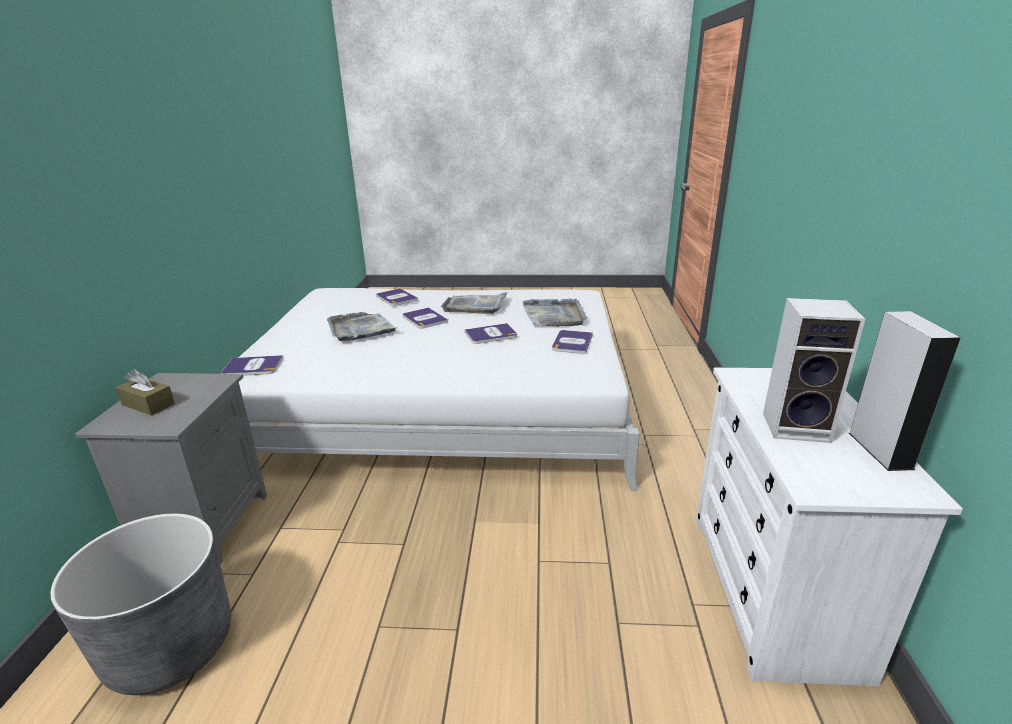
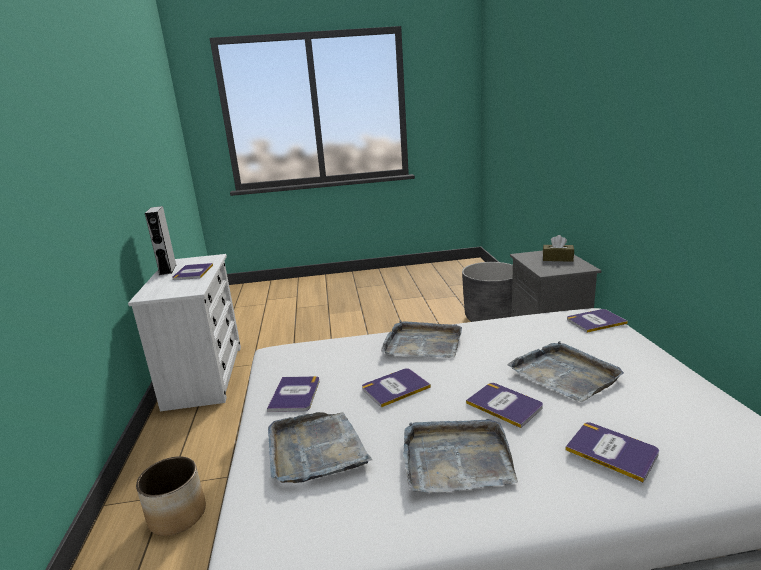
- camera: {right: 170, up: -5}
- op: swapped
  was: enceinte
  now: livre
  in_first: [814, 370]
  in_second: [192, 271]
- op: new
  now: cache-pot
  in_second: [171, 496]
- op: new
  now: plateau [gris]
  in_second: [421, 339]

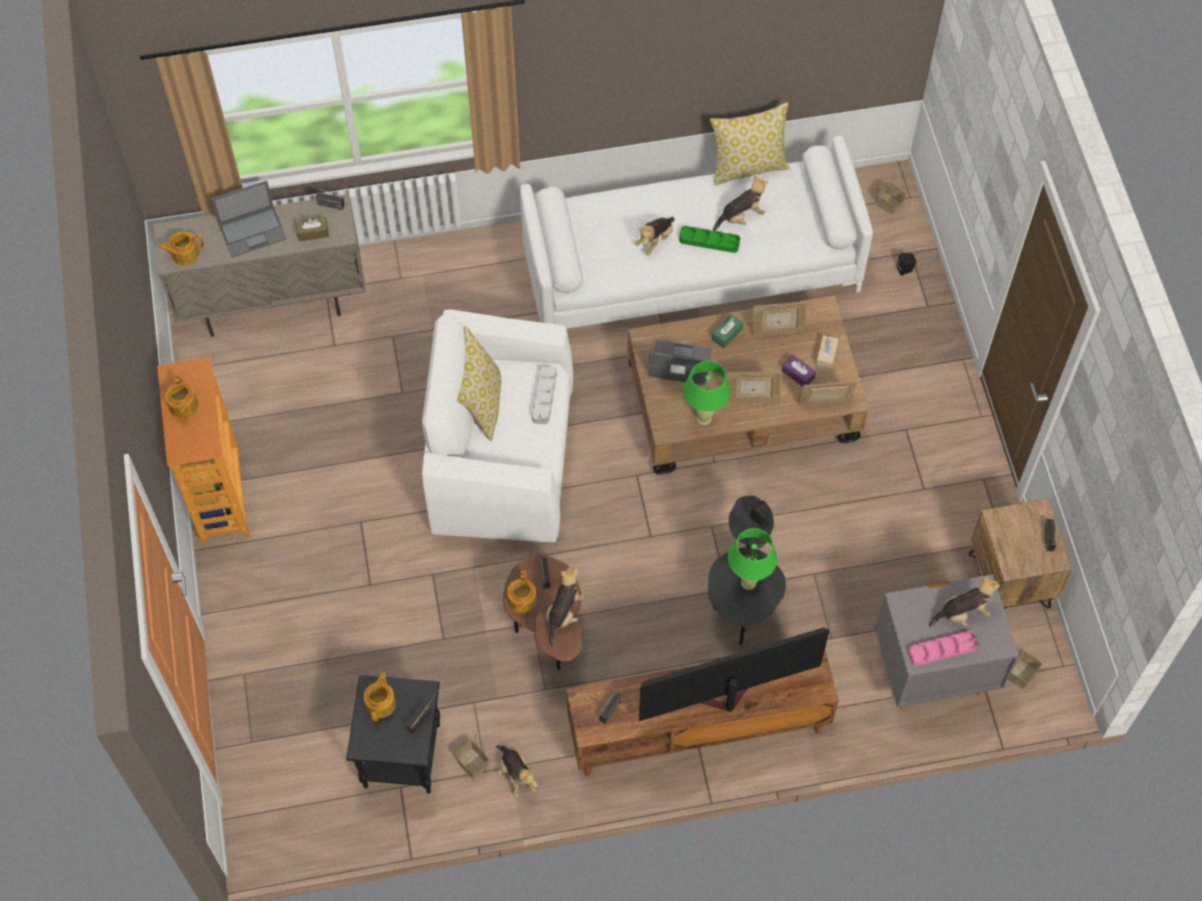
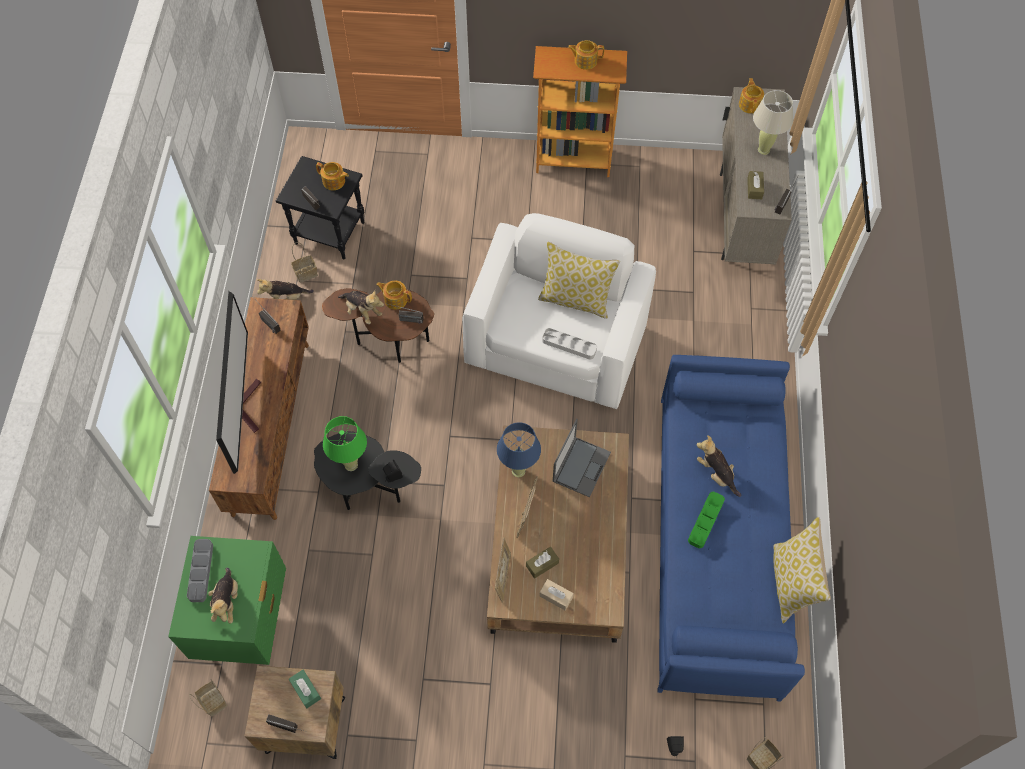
- camera: {right: 105, up: 0}
- op: swapped
  was: ordinateur portable
  now: lampe de table [beige]
  in_first: [249, 219]
  in_second: [773, 122]
- op: repainted
  was: canapé [blanc]
  now: canapé [bleu]
  in_first: [696, 232]
  in_second: [731, 528]
- op: repainted
  was: lampe de table [vert]
  now: lampe de table [bleu]
  in_first: [707, 393]
  in_second: [519, 449]
- op: shifted
  was: boîte à mouchoirs [vert]
  in_first: [727, 331]
  in_second: [305, 688]
- op: gone
  was: peluche
  in_first: [740, 203]
- op: gone
  was: cadre photo
  in_first: [779, 319]
- op: repainted
  was: boîte à mouchoirs [violet]
  now: boîte à mouchoirs [marron]
  in_first: [799, 371]
  in_second: [542, 563]
- op: repainted
  was: table de chevet [gris]
  now: table de chevet [vert]
  in_first: [947, 642]
  in_second: [227, 600]
- op: repainted
  was: plateau [rose]
  now: plateau [gris]
  in_first: [943, 648]
  in_second: [200, 570]

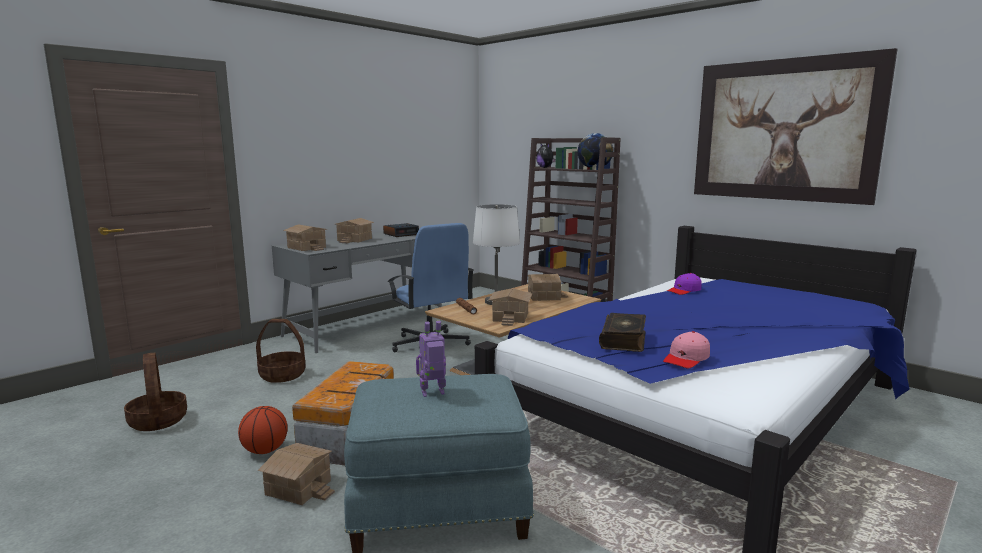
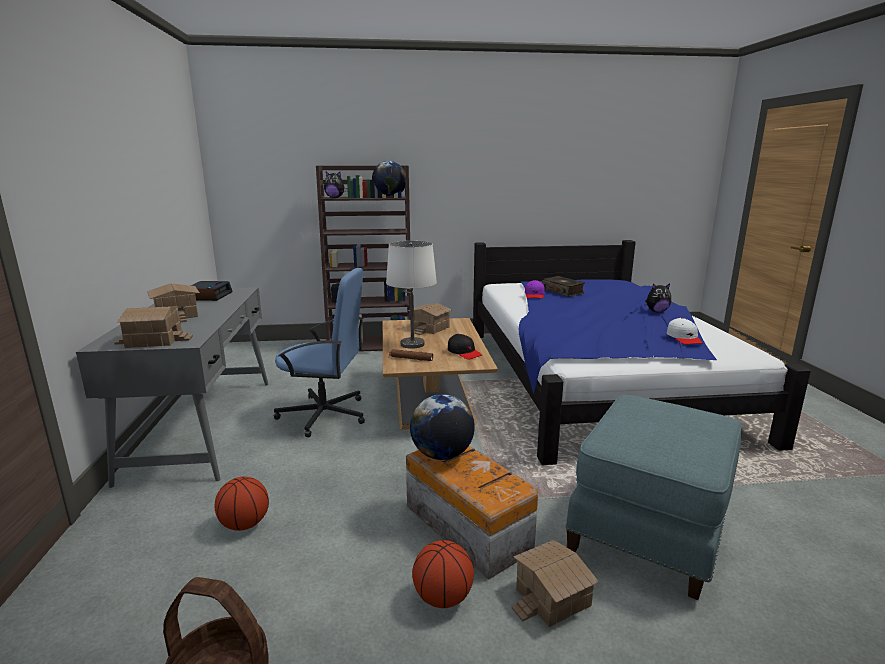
- camera: {right: -50, up: 5}
- op: swapped
  was: panier
  now: ballon de basket
  in_first: [281, 351]
  in_second: [242, 503]
- op: gone
  was: robot jouet
  in_first: [431, 358]
- op: swapped
  was: maison miniature
  now: casquette [noir]
  in_first: [510, 307]
  in_second: [465, 346]
- op: shifted
  was: livre
  in_first: [622, 332]
  in_second: [563, 286]
- op: repainted
  was: casquette [rose]
  now: casquette [blanc]
  in_first: [686, 350]
  in_second: [685, 331]
- op: gone
  was: tableau
  in_first: [796, 126]
- op: new
  now: globe
  in_second: [442, 427]
- op: new
  now: peluche
  in_second: [658, 298]

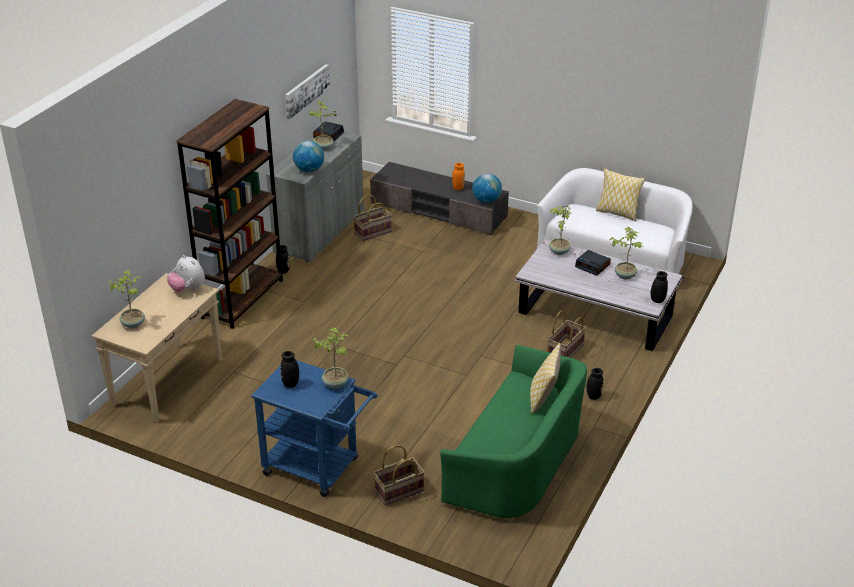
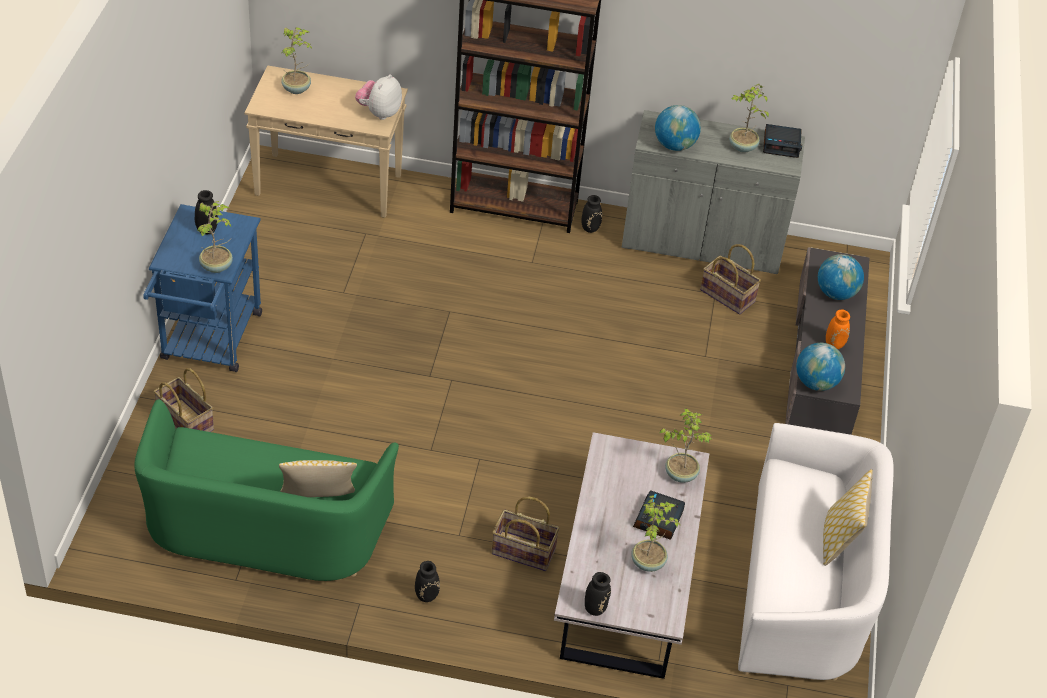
- camera: {right: 70, up: 10}
- op: gone
  was: tableau
  in_first: [307, 91]
- op: new
  now: globe
  in_second: [841, 277]

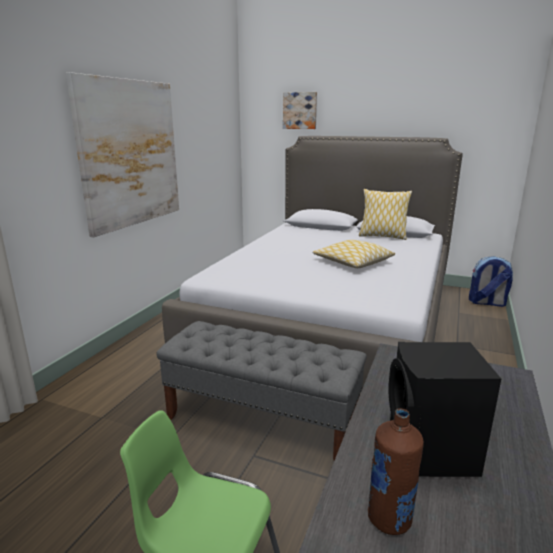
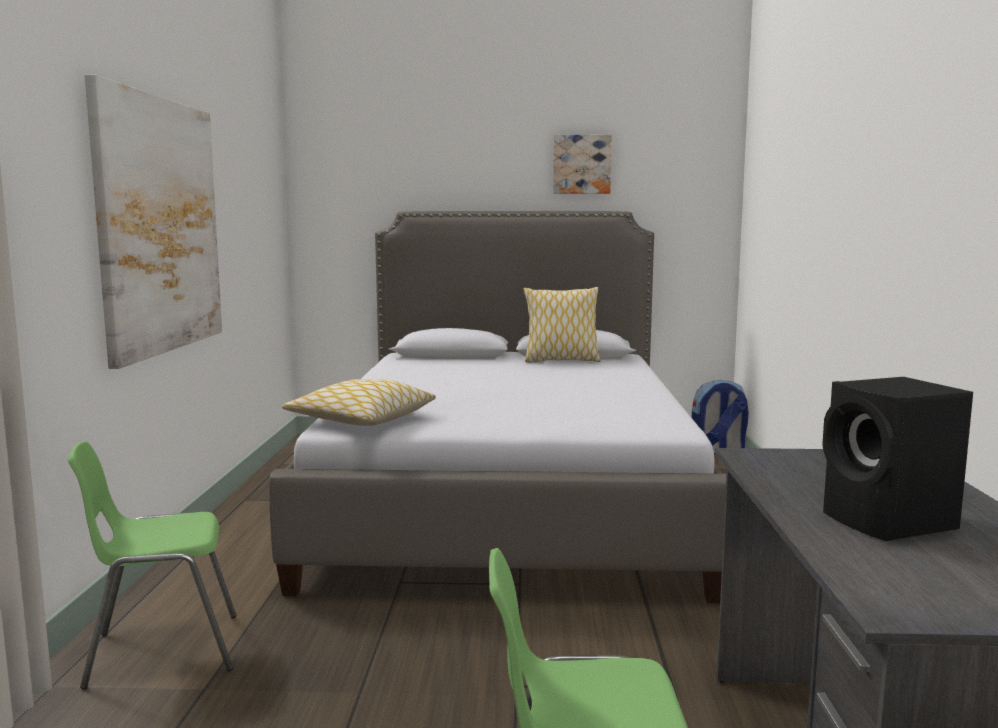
- camera: {right: -20, up: -10}
- op: gone
  was: banc [gris]
  in_first: [261, 390]
- op: shifted
  was: tableau
  in_first: [300, 110]
  in_second: [582, 164]
- op: shifted
  was: coussin
  in_first: [354, 254]
  in_second: [359, 402]
- op: gone
  was: bouteille [marron]
  in_first: [396, 472]
- op: new
  now: chaise [vert]
  in_second: [152, 565]

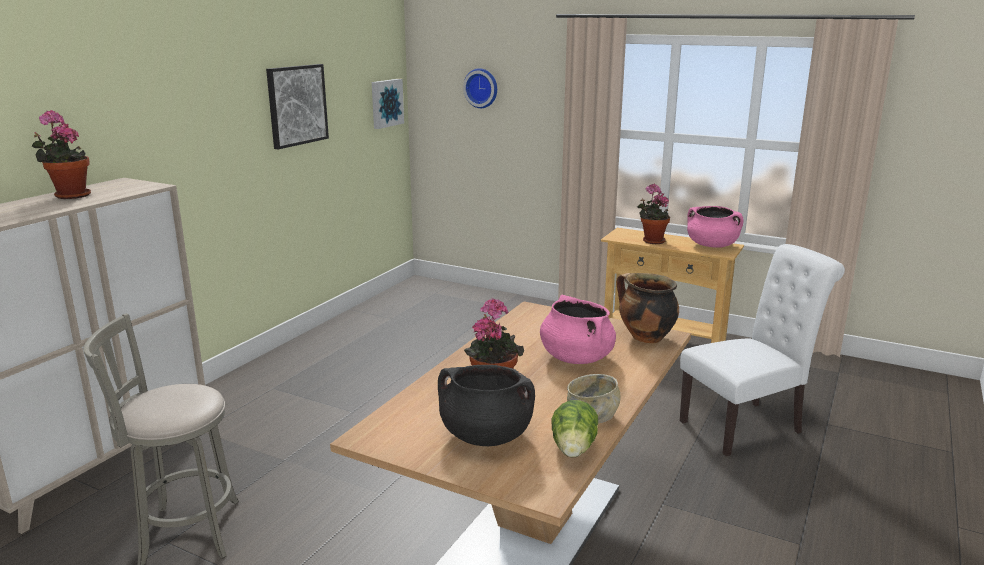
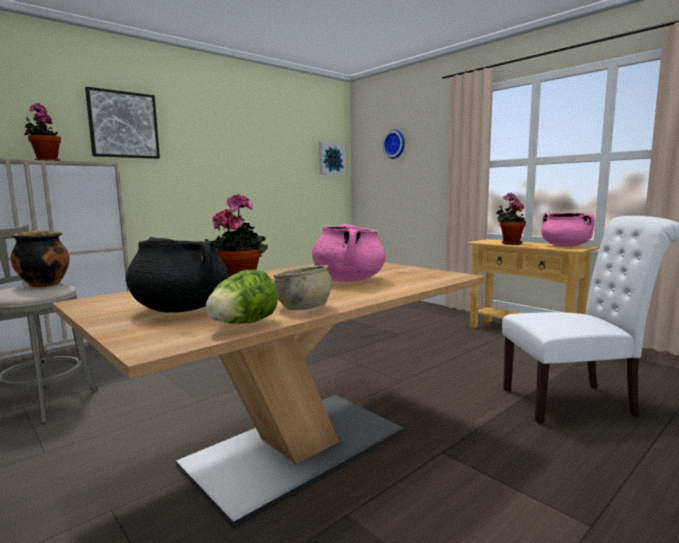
- camera: {right: 20, up: -10}
- op: shifted
  was: tableau
  in_first: [297, 106]
  in_second: [122, 123]
- op: shifted
  was: marmite
  in_first: [648, 308]
  in_second: [40, 259]

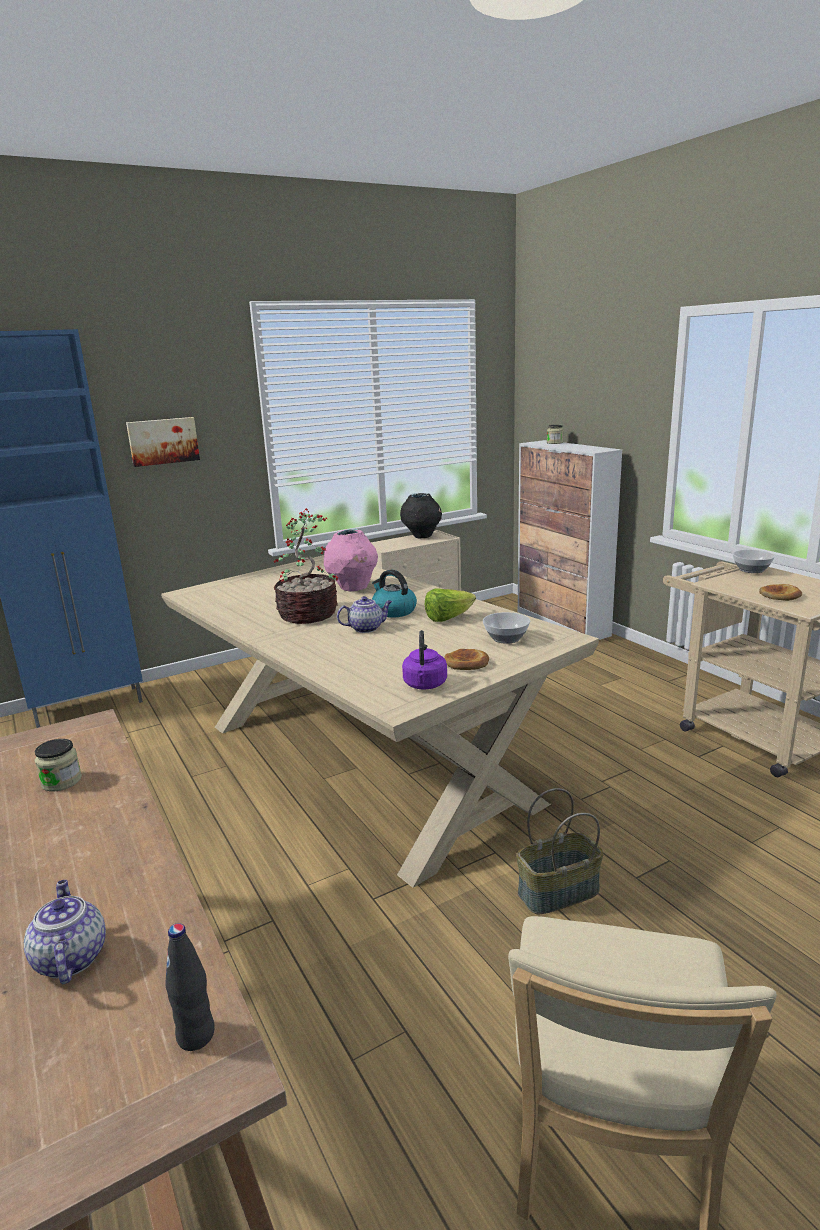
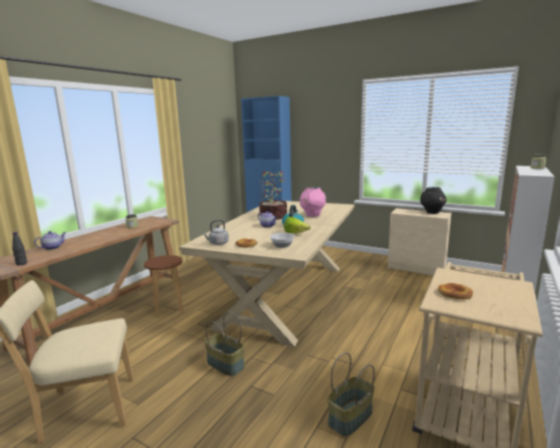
- camera: {right: 60, up: -5}
- op: gone
  was: tableau
  in_first: [163, 442]
- op: repainted
  was: bouilloire [violet]
  now: bouilloire [gris]
  in_first: [424, 660]
  in_second: [216, 232]
- op: gone
  was: bol
  in_first: [753, 561]
- op: new
  now: tabouret [marron]
  in_second: [163, 286]
- op: new
  now: panier
  in_second: [351, 394]

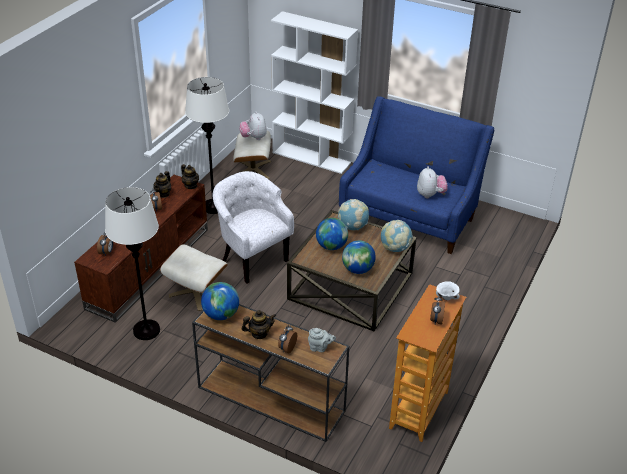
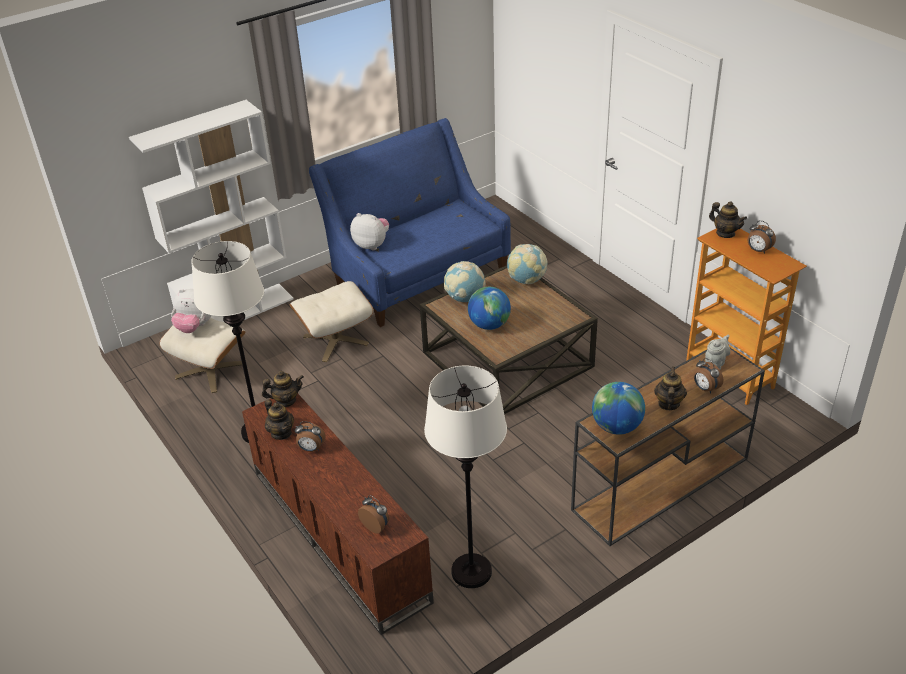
- camera: {right: -60, up: 0}
- op: shifted
  was: pouf [beige]
  in_first: [194, 277]
  in_second: [331, 321]
- op: gone
  was: fauteuil [blanc]
  in_first: [253, 227]
- op: gone
  was: globe
  in_first: [359, 257]
- op: shifted
  was: peluche
  in_first: [432, 182]
  in_second: [369, 231]
- op: swapped
  was: bol [blanc]
  now: théière
  in_first: [448, 290]
  in_second: [728, 219]

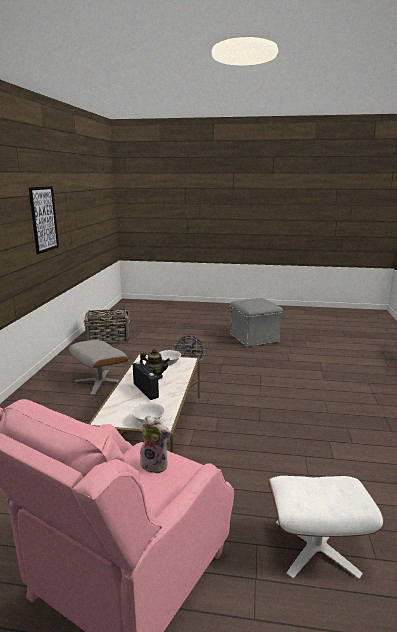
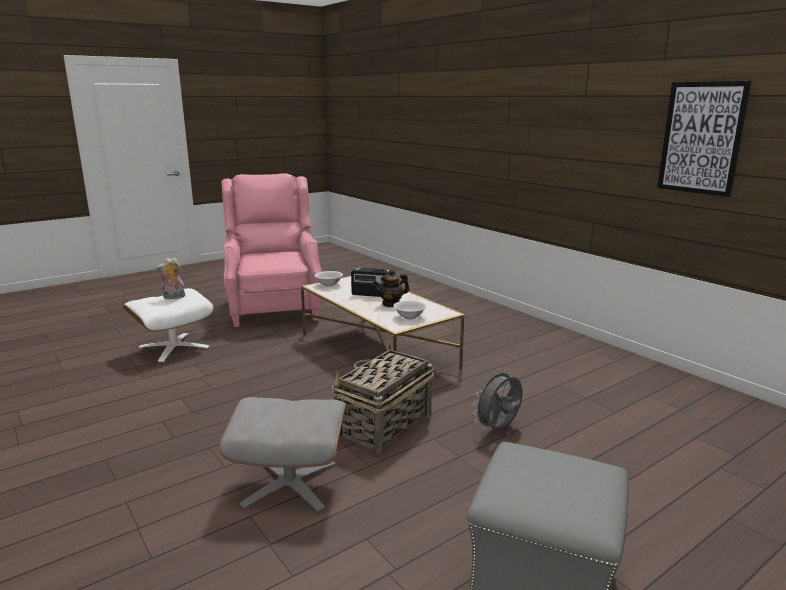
- camera: {right: 135, up: 0}
- op: shifted
  was: pouf [gris]
  in_first: [98, 367]
  in_second: [283, 454]
- op: shifted
  was: panier
  in_first: [107, 326]
  in_second: [383, 399]
- op: shifted
  was: peluche
  in_first: [155, 444]
  in_second: [170, 278]

